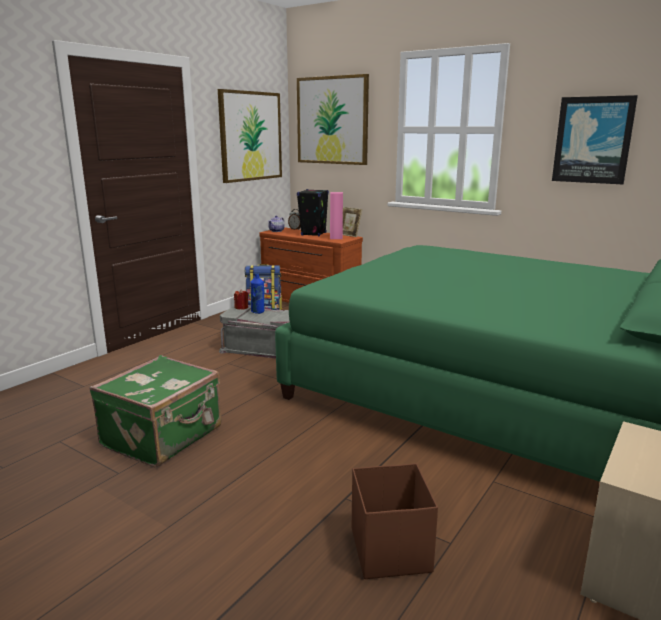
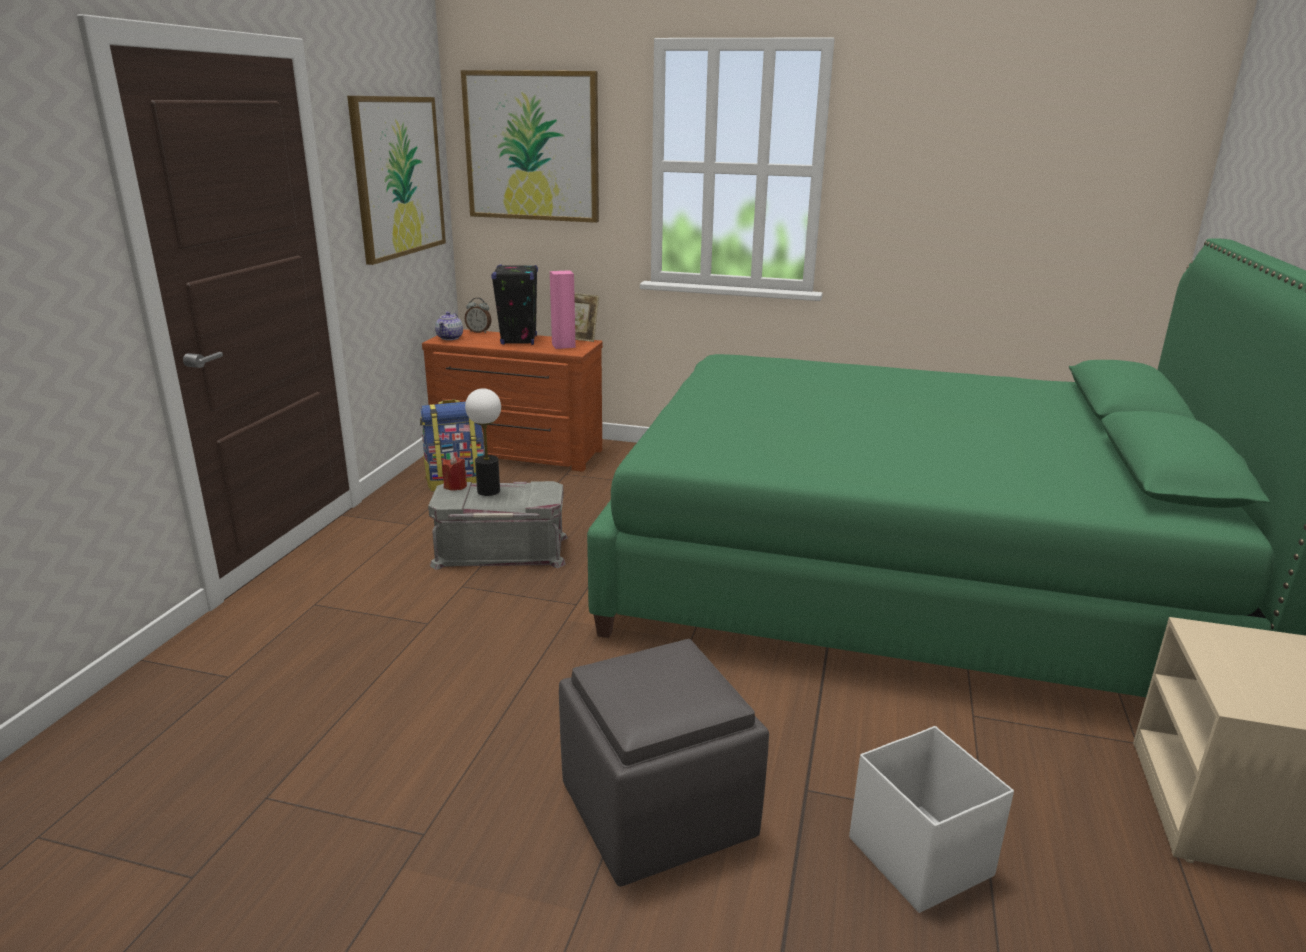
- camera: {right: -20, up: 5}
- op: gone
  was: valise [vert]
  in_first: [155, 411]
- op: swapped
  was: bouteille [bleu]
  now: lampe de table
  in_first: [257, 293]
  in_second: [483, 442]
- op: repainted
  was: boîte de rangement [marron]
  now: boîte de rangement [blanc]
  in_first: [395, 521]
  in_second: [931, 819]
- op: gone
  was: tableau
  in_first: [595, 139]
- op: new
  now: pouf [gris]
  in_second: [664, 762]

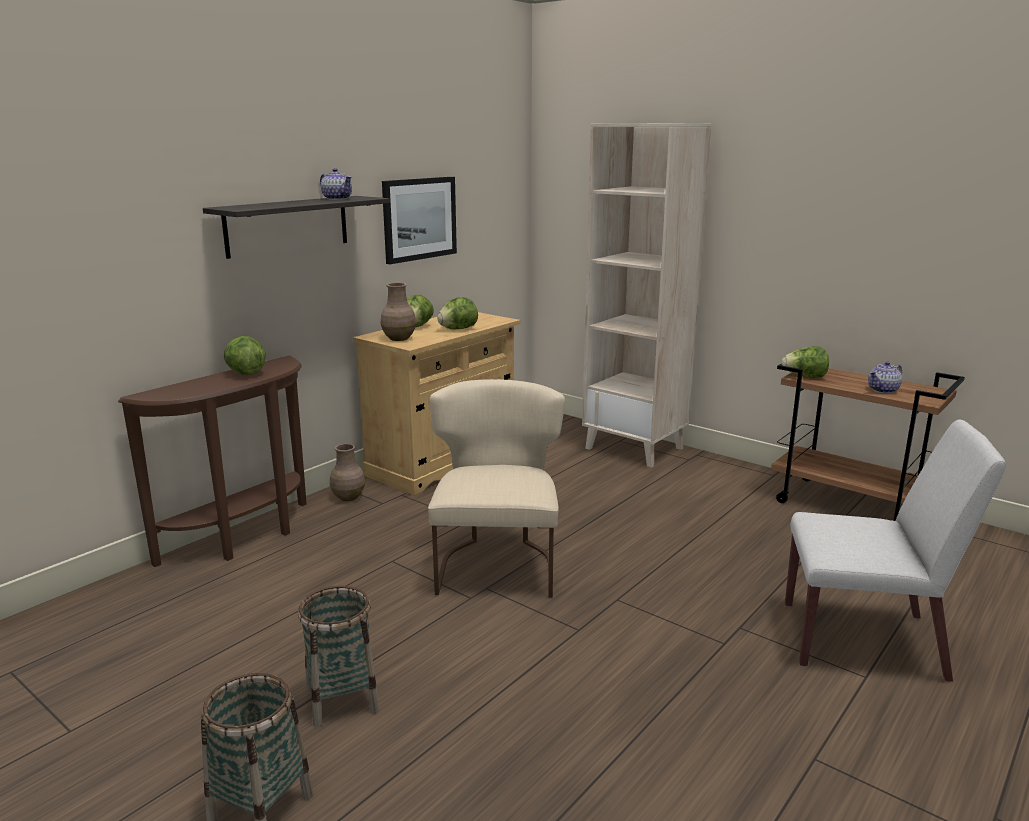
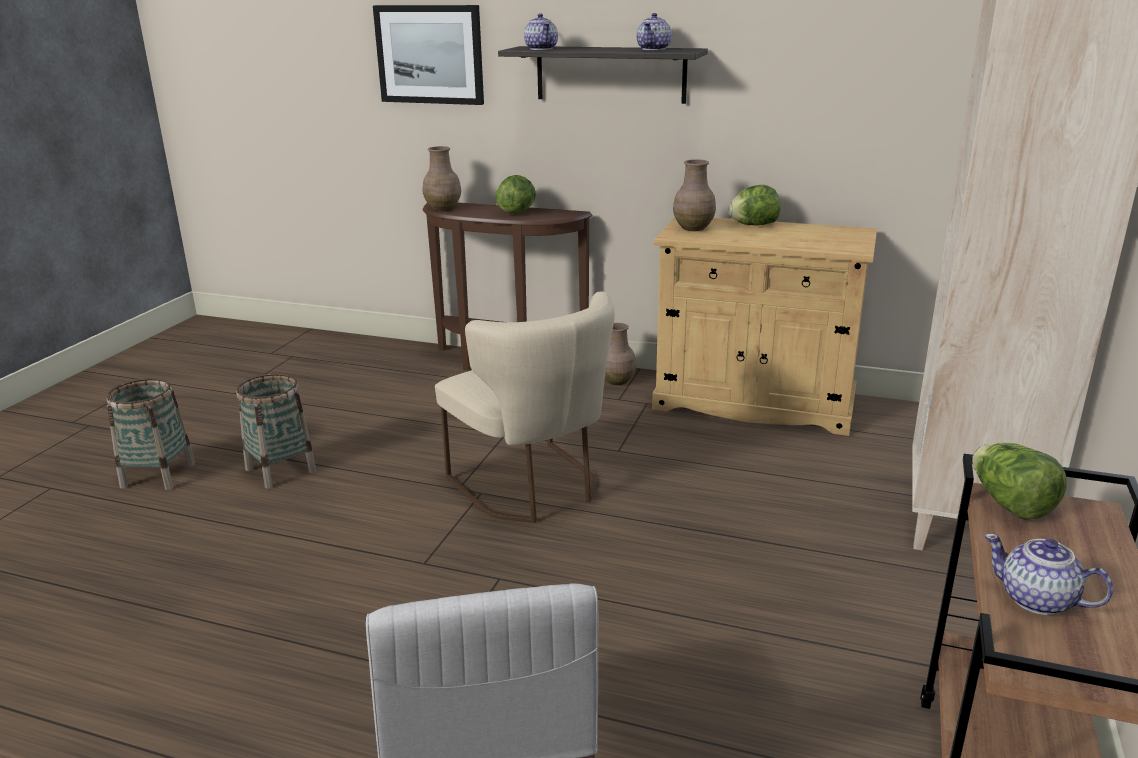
- camera: {right: 70, up: 5}
- op: shifted
  was: tableau
  in_first: [419, 220]
  in_second: [428, 55]
- op: rotated
  was: chaise [beige]
  in_first: [496, 488]
  in_second: [525, 407]
  clockwise: 75
- op: gone
  was: laitue
  in_first: [457, 313]
- op: new
  now: vase [marron]
  in_second: [442, 178]
- op: new
  now: théière
  in_second: [541, 31]

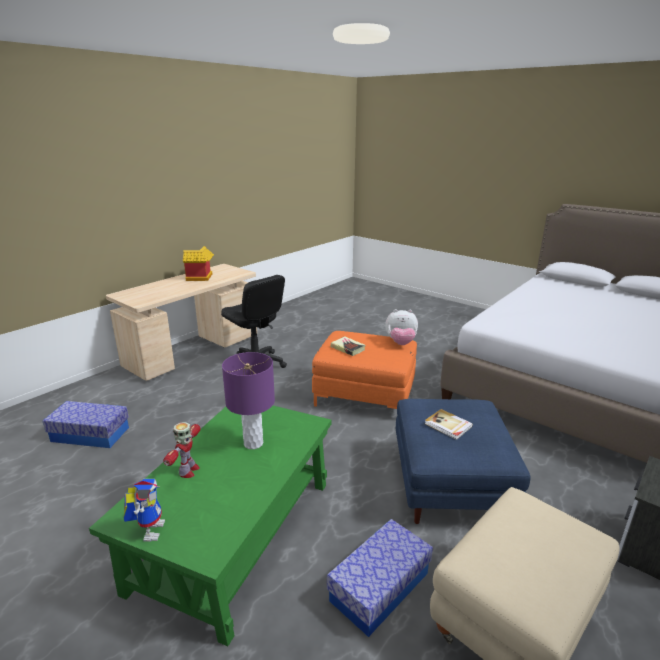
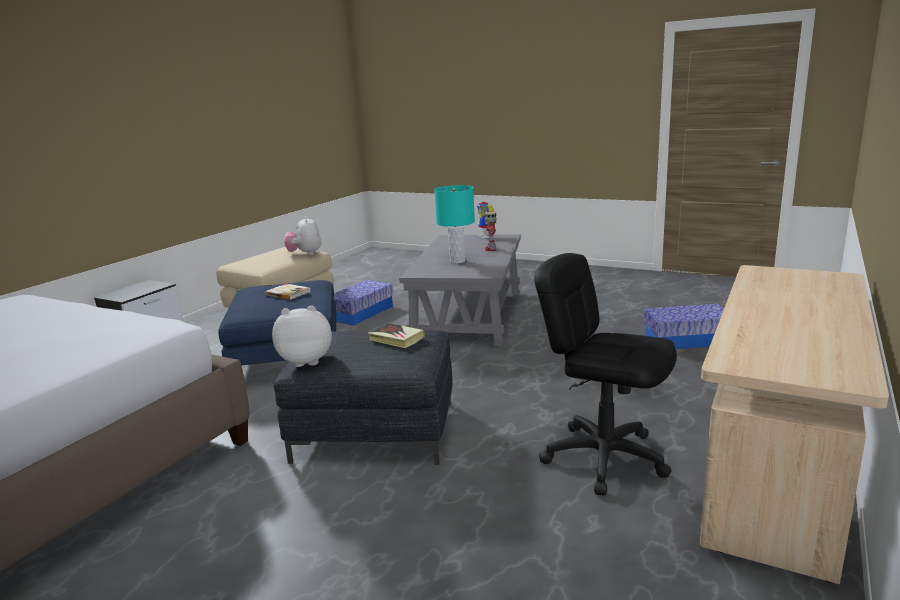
- camera: {right: 170, up: -5}
- op: repainted
  was: table basse [vert]
  now: table basse [gris]
  in_first: [210, 526]
  in_second: [460, 290]
- op: gone
  was: maison miniature
  in_first: [198, 263]
- op: repainted
  was: lampe de table [violet]
  now: lampe de table [turquoise]
  in_first: [248, 400]
  in_second: [454, 224]
- op: repainted
  was: pouf [orange]
  now: pouf [gris]
  in_first: [364, 370]
  in_second: [363, 397]
- op: new
  now: peluche
  in_second: [302, 235]

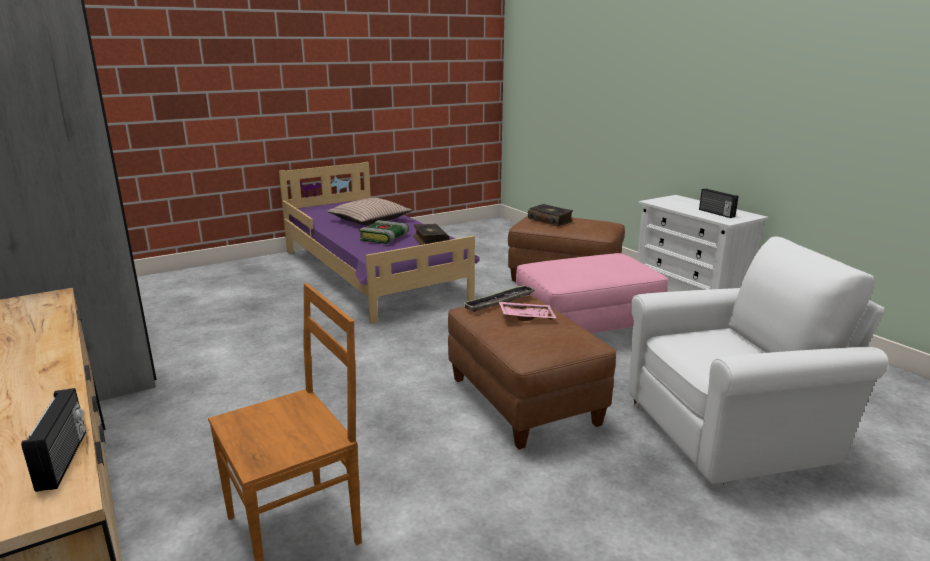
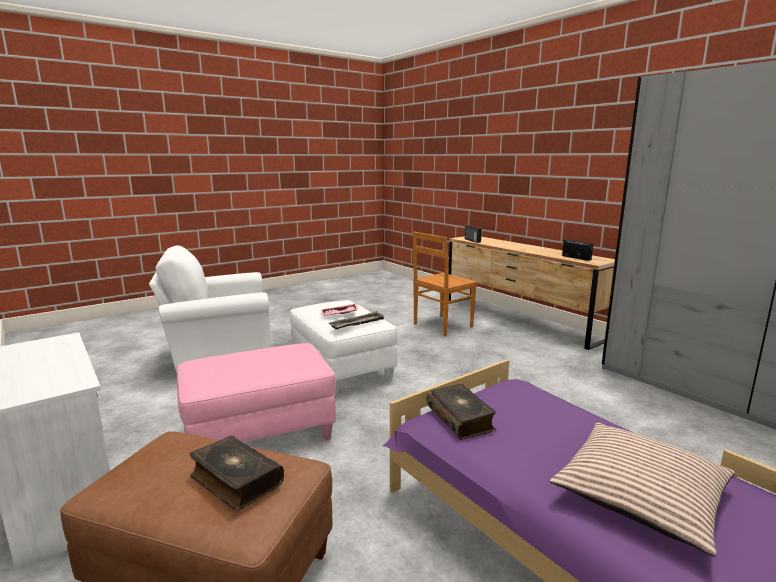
- camera: {right: 175, up: -5}
- op: gone
  was: livre
  in_first: [384, 232]
- op: repainted
  was: pouf [marron]
  now: pouf [blanc]
  in_first: [532, 372]
  in_second: [343, 348]
- op: shifted
  was: radio
  in_first: [718, 203]
  in_second: [577, 250]

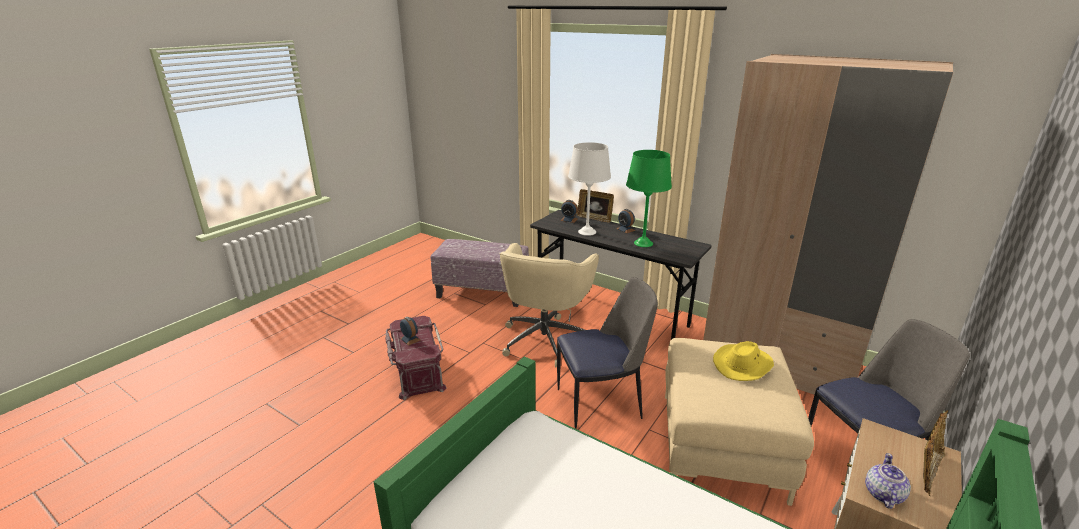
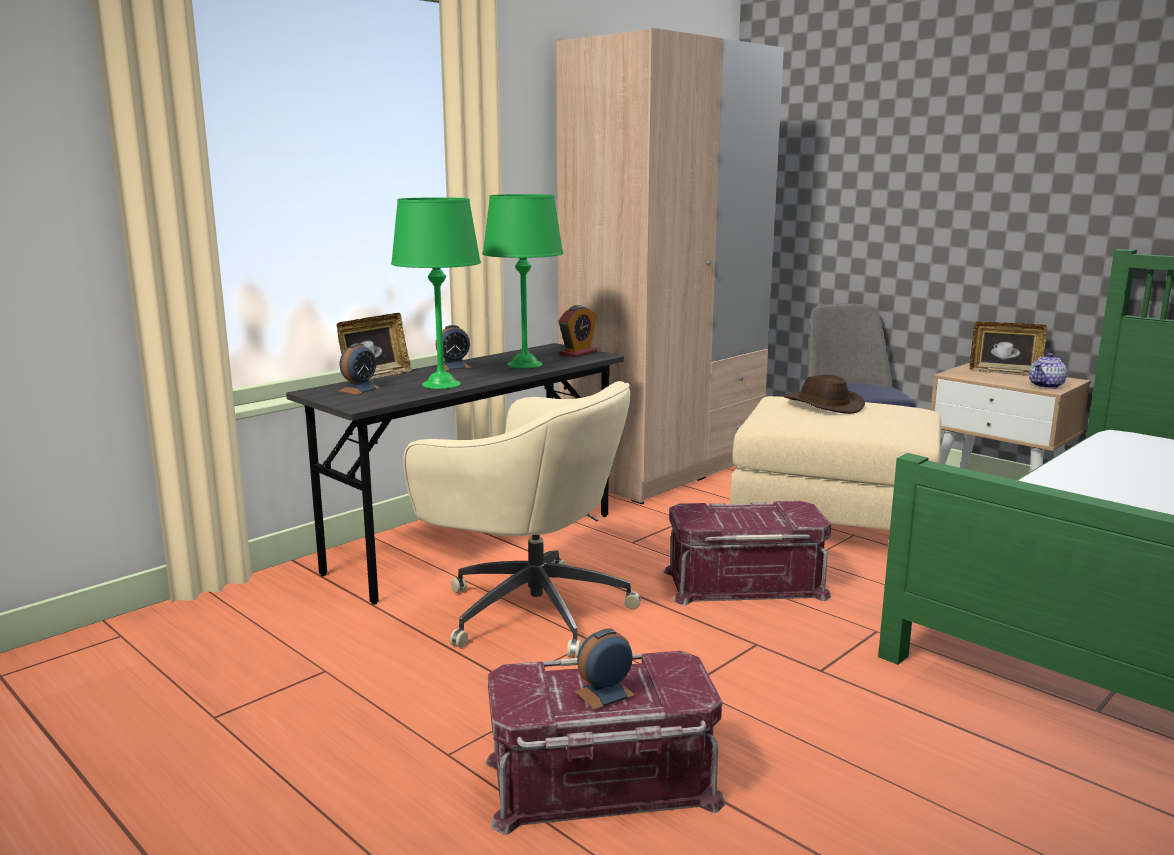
- camera: {right: -80, up: -10}
- op: gone
  was: pouf
  in_first: [479, 273]
- op: swapped
  was: chaise
  now: boîte de rangement [rouge]
  in_first: [607, 353]
  in_second: [747, 553]
- op: repainted
  was: lampe de table [blanc]
  now: lampe de table [vert]
  in_first: [589, 189]
  in_second: [436, 293]
- op: repainted
  was: chapeau [jaune]
  now: chapeau [marron]
  in_first: [743, 361]
  in_second: [824, 394]
- op: rotated
  was: théière
  in_first: [888, 481]
  in_second: [1048, 371]
  clockwise: -75
- op: rotated
  was: cadre photo
  in_first: [935, 453]
  in_second: [1008, 348]
  clockwise: 150
- op: new
  now: réveil
  in_second: [578, 331]

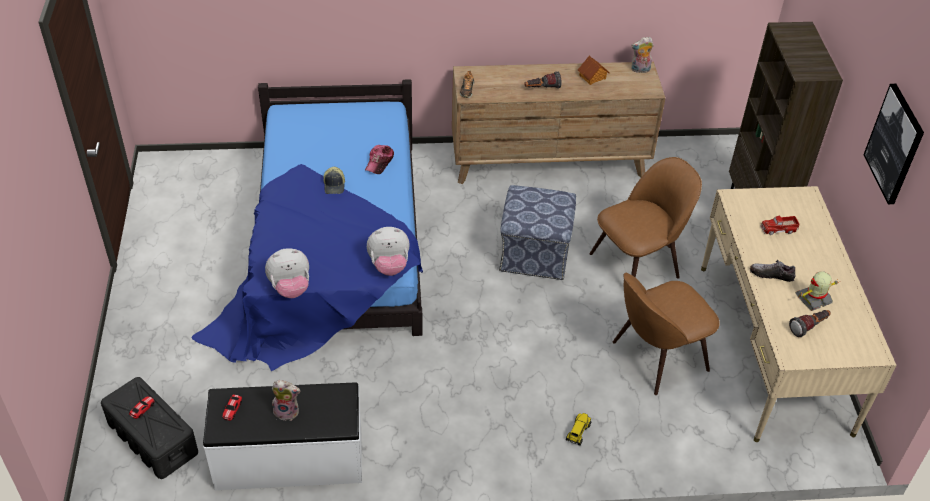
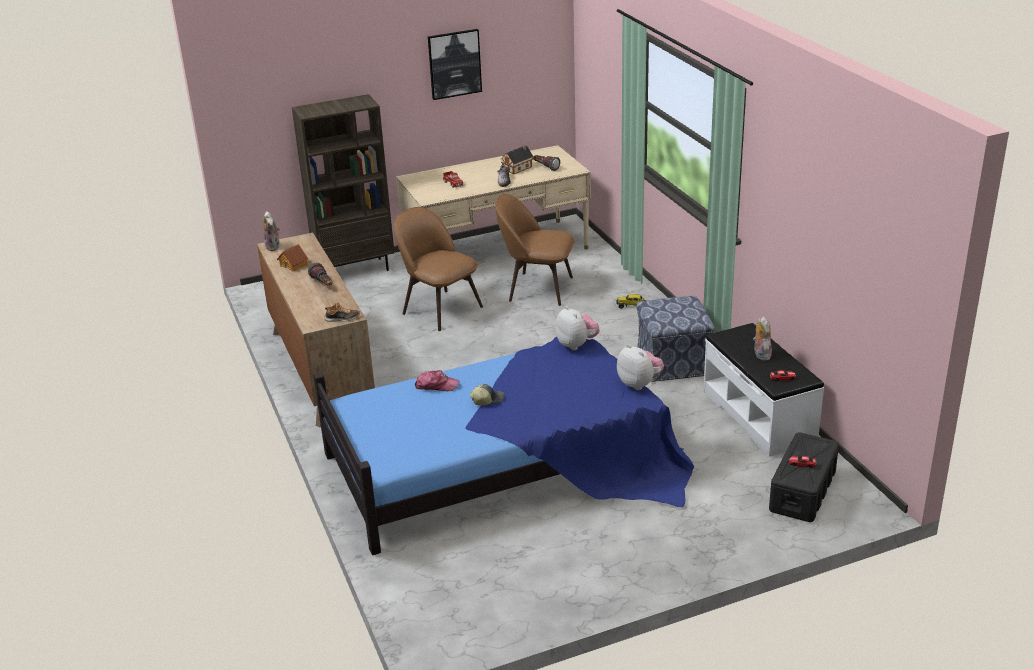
- camera: {right: -105, up: -15}
- op: shifted
  was: pouf
  in_first: [537, 232]
  in_second: [675, 339]
- op: rotated
  was: chaise [marron]
  in_first: [666, 334]
  in_second: [535, 250]
  clockwise: 150
- op: swapped
  was: robot jouet
  now: maison miniature
  in_first: [816, 291]
  in_second: [517, 160]

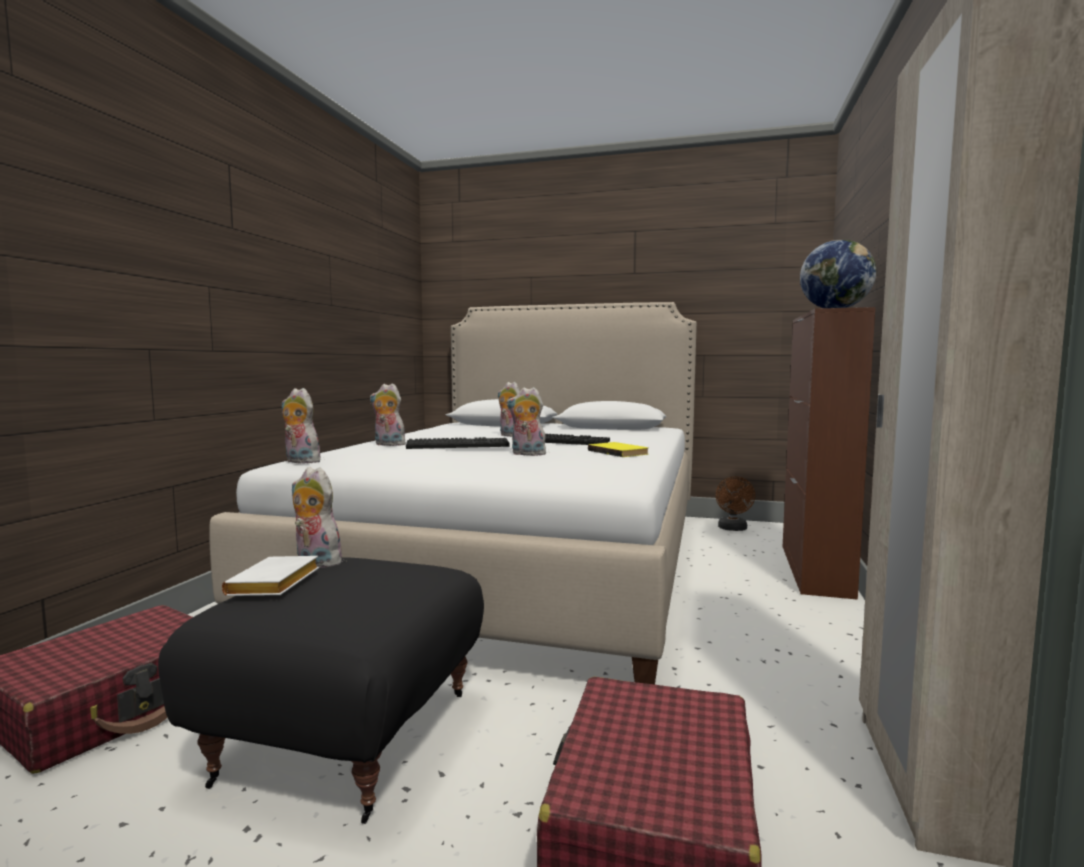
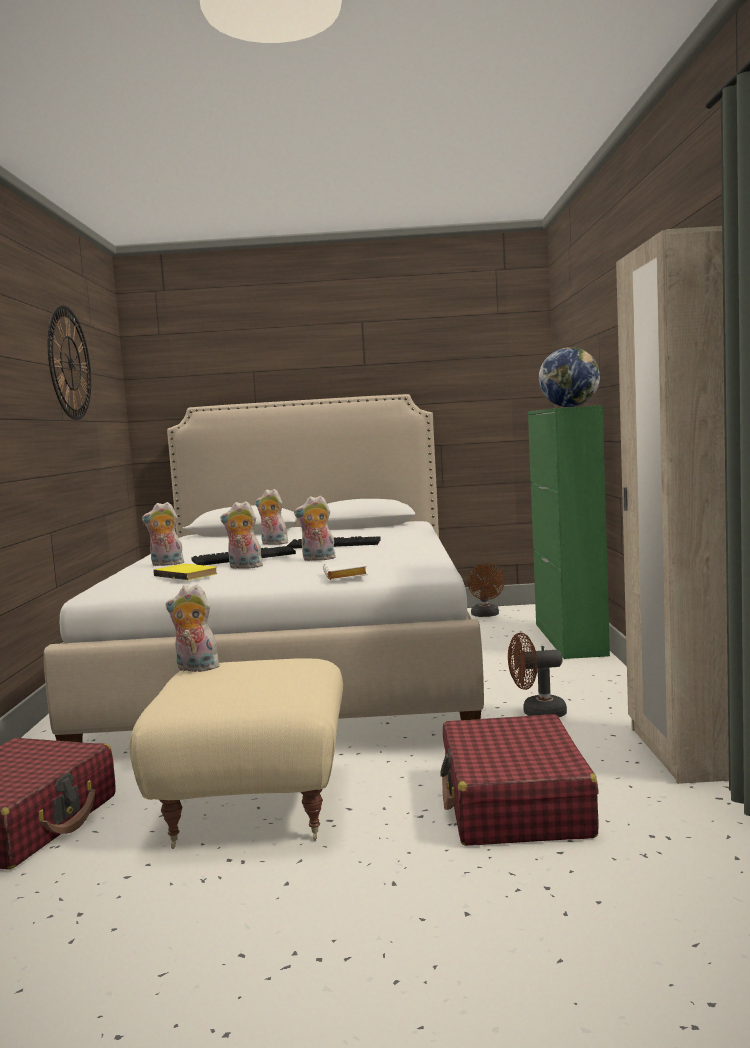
- camera: {right: -15, up: 0}
- op: repainted
  was: pouf [noir]
  now: pouf [beige]
  in_first: [321, 690]
  in_second: [236, 753]
- op: shifted
  was: livre [blanc]
  in_first: [270, 576]
  in_second: [345, 569]
- op: shifted
  was: peluche
  in_first: [301, 426]
  in_second: [241, 535]
- op: shifted
  was: livre [jaune]
  in_first: [618, 449]
  in_second: [186, 572]
- op: repainted
  was: meuble de rangement [marron]
  now: meuble de rangement [vert]
  in_first: [829, 453]
  in_second: [569, 532]
- op: new
  now: horloge murale
  in_second: [69, 363]
- op: new
  now: ventilateur [marron]
  in_second: [537, 675]

